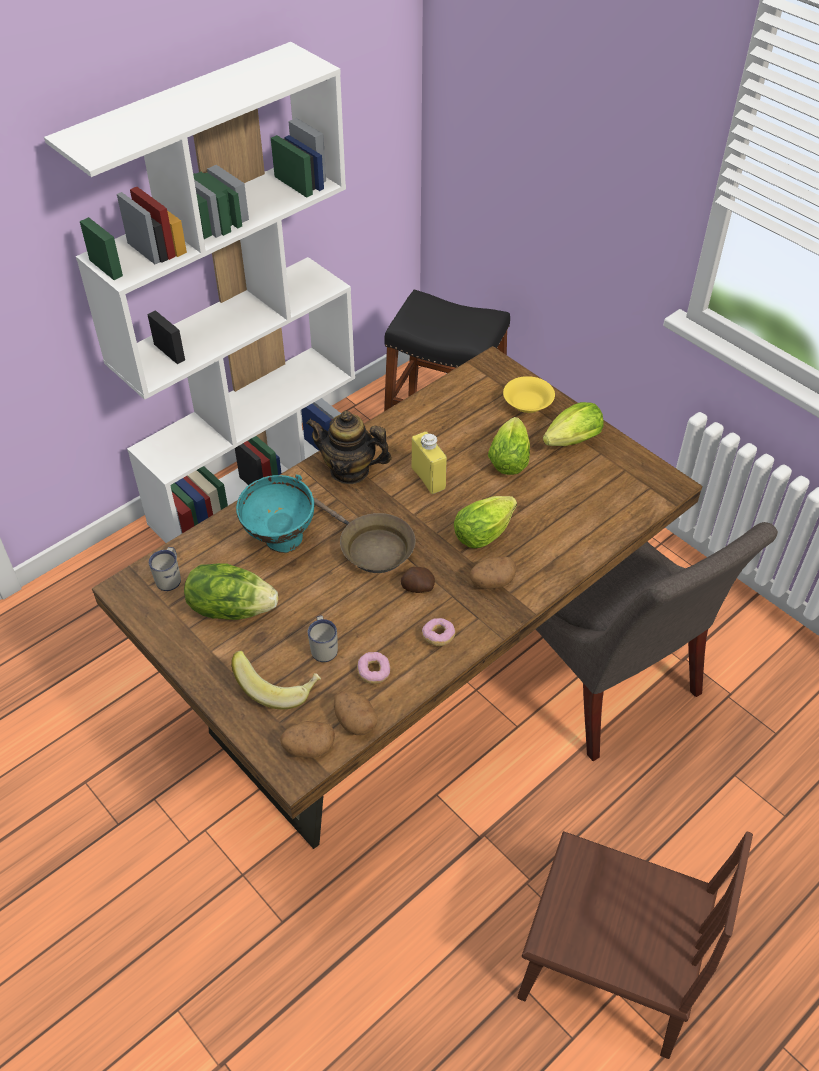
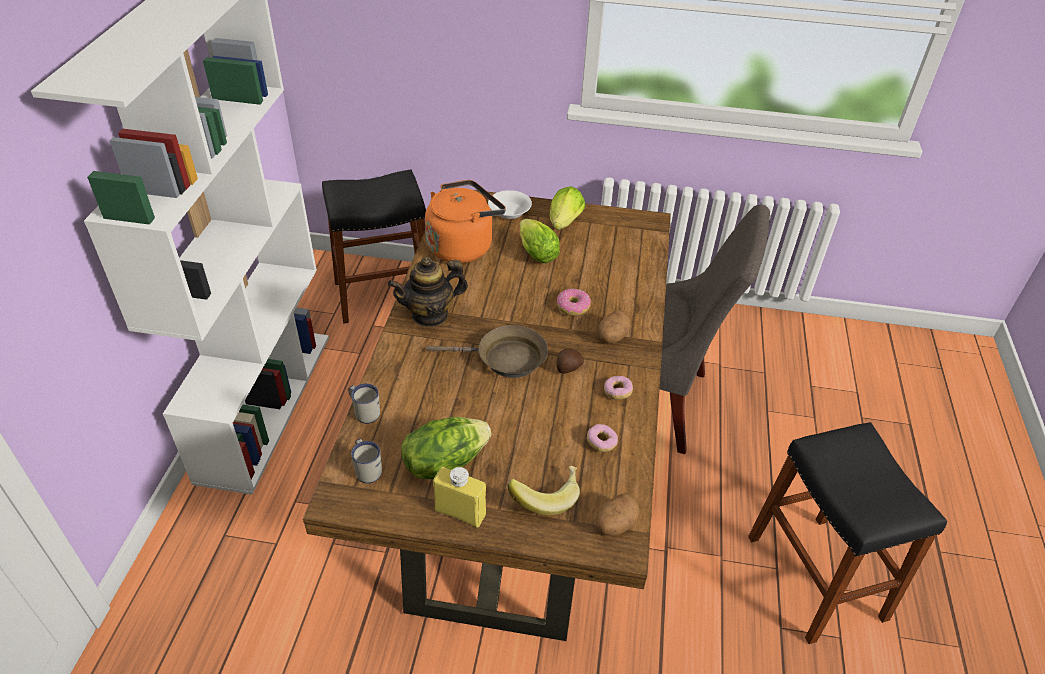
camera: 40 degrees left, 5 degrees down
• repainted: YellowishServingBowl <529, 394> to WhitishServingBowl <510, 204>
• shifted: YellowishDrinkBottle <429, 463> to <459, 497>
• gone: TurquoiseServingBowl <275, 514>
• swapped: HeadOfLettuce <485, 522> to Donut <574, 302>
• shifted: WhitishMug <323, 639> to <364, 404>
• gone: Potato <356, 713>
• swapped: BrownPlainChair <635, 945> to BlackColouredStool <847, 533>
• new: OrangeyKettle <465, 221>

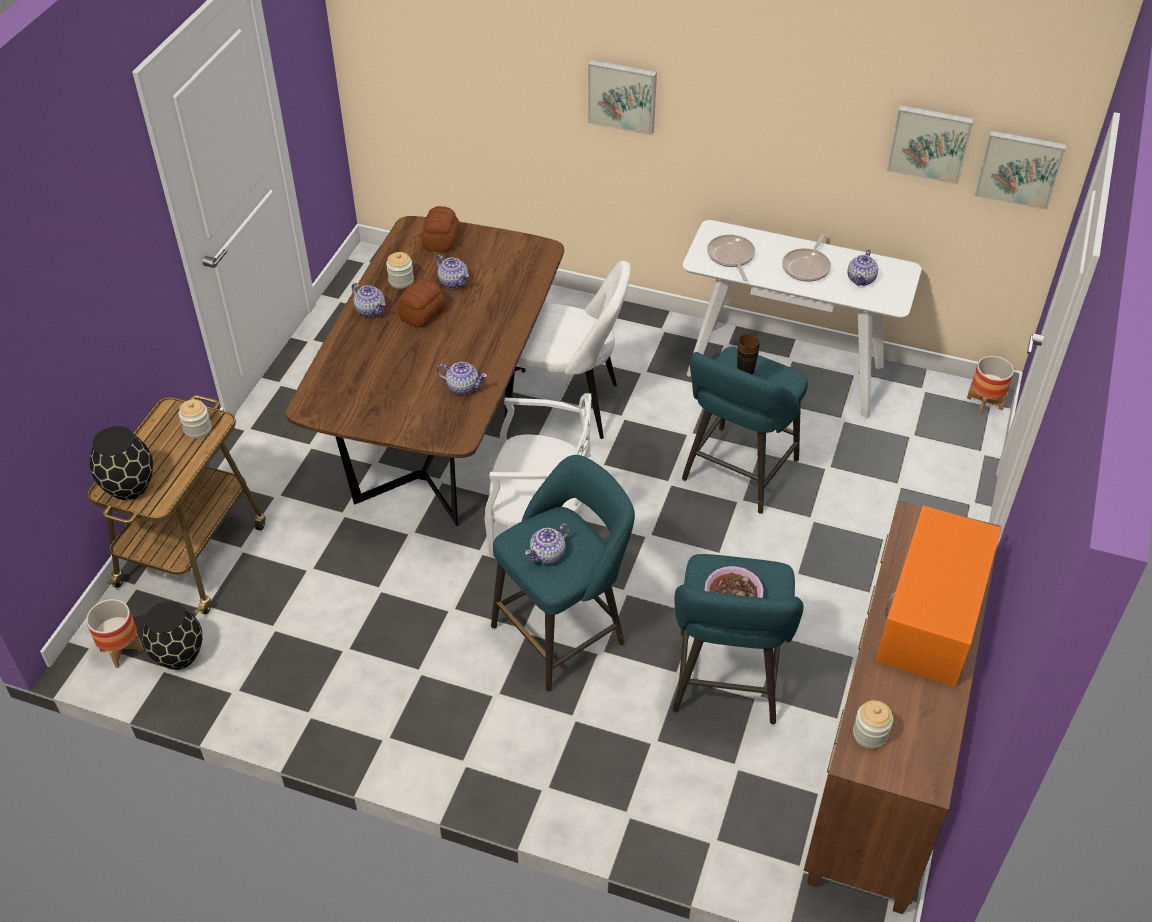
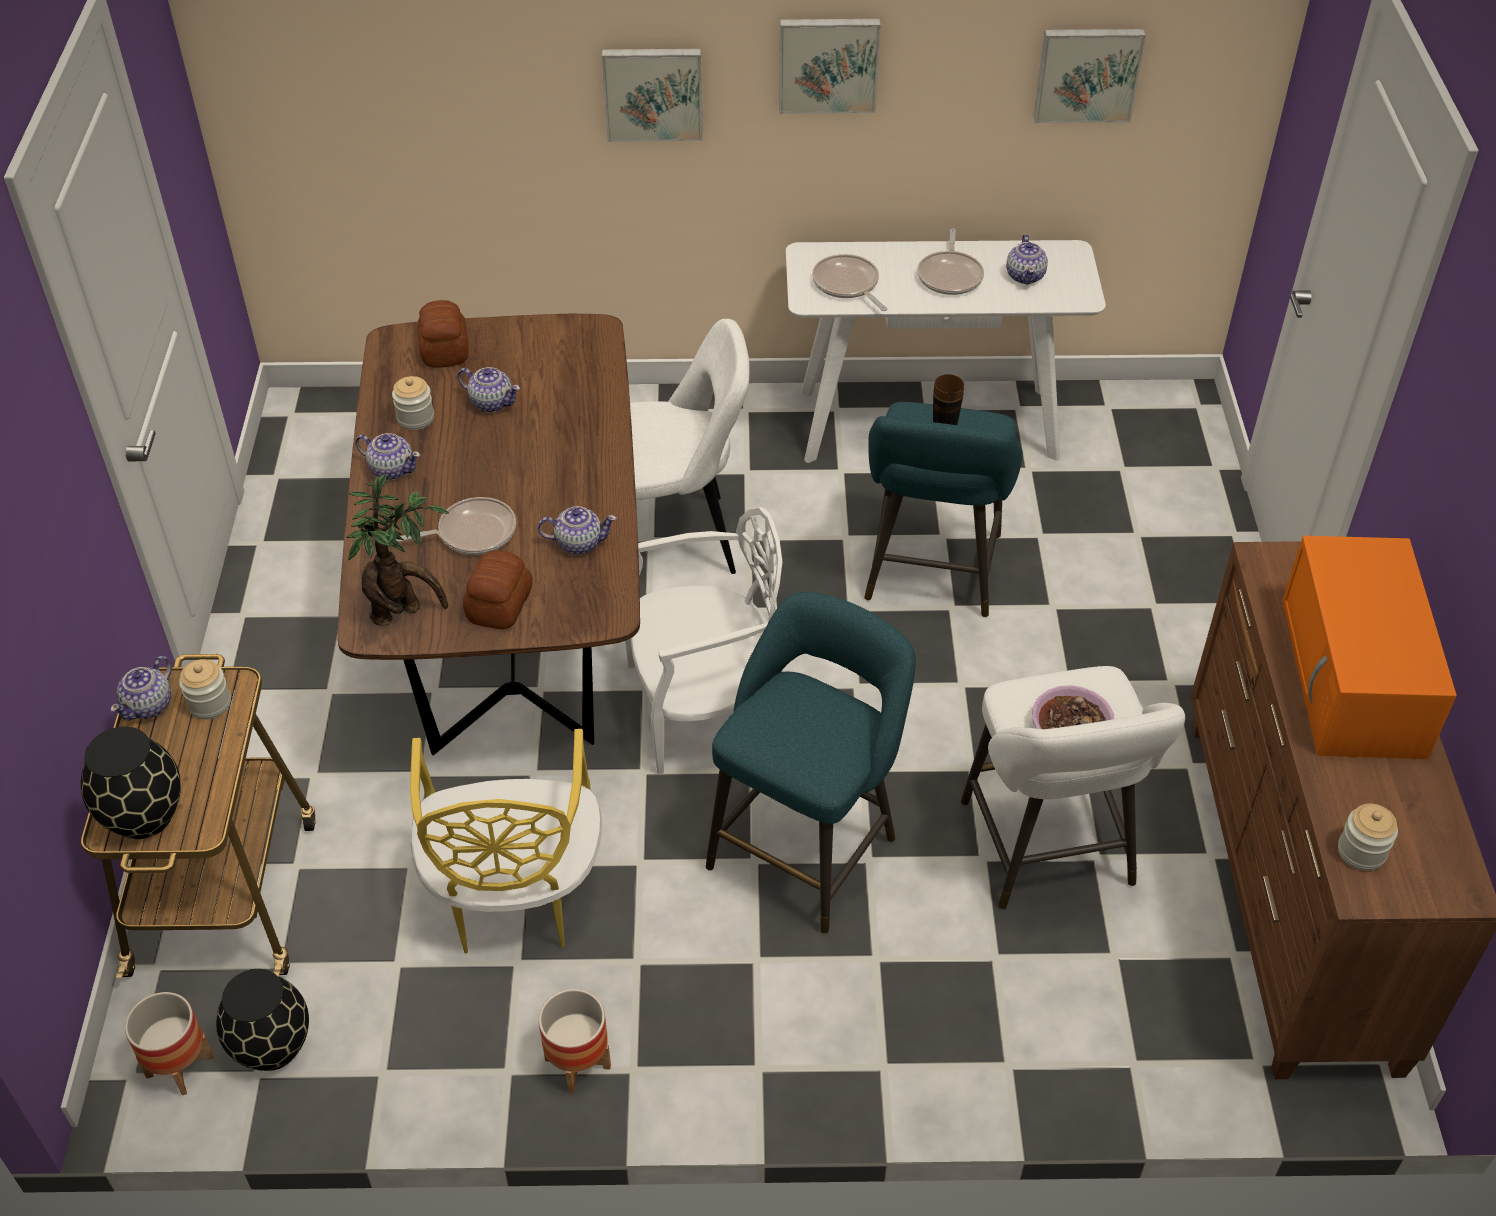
camera: 20 degrees left, 0 degrees up
• shifted: WallPicture <1020, 170> to <830, 66>
• shifted: BakedBread <422, 303> to <498, 589>
• shifted: FlowerPot <990, 385> to <575, 1041>
• shifted: TeaPot <547, 544> to <141, 688>
• repainted: TurquoiseStool <738, 639> to WhitishStool <1073, 787>
• new: PlantInAPot <397, 550>
• new: FryingPan <456, 526>
• new: YellowishPlainChair <506, 841>

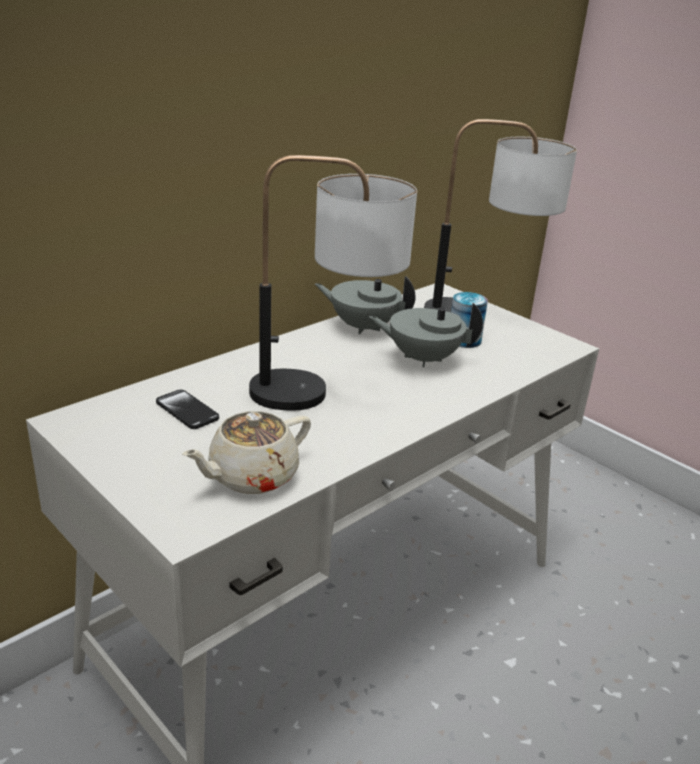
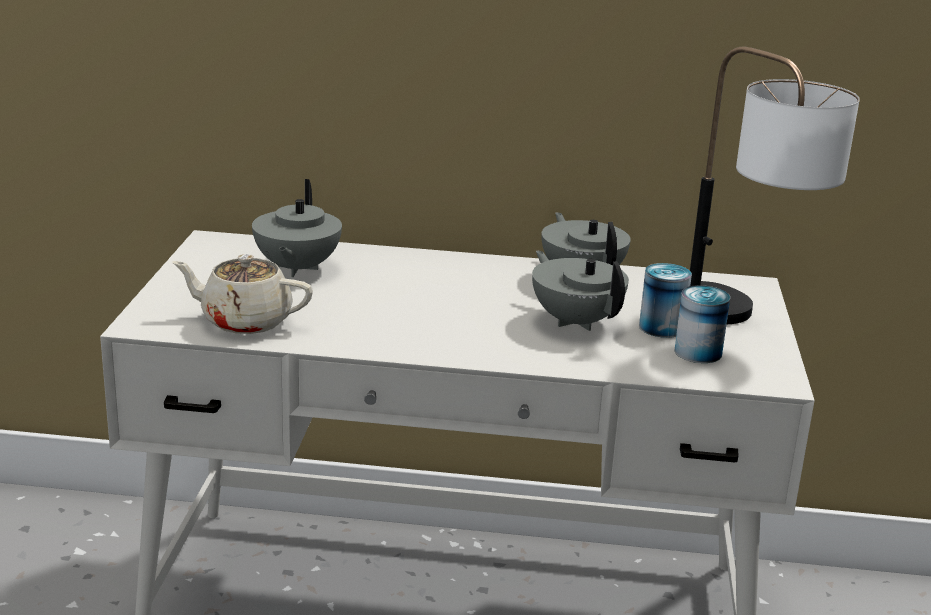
camera: 50 degrees right, 5 degrees down
• gone: TableLamp <333, 283>
• swapped: Phone <187, 409> to GrayTeaPot <297, 228>
• new: SealedCan <702, 324>

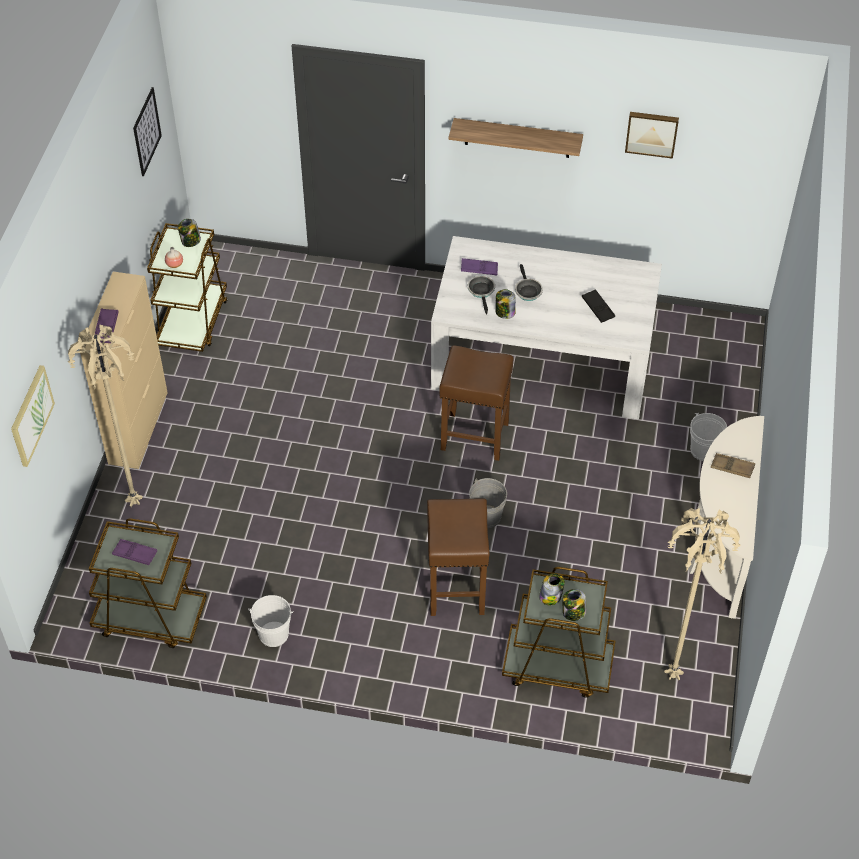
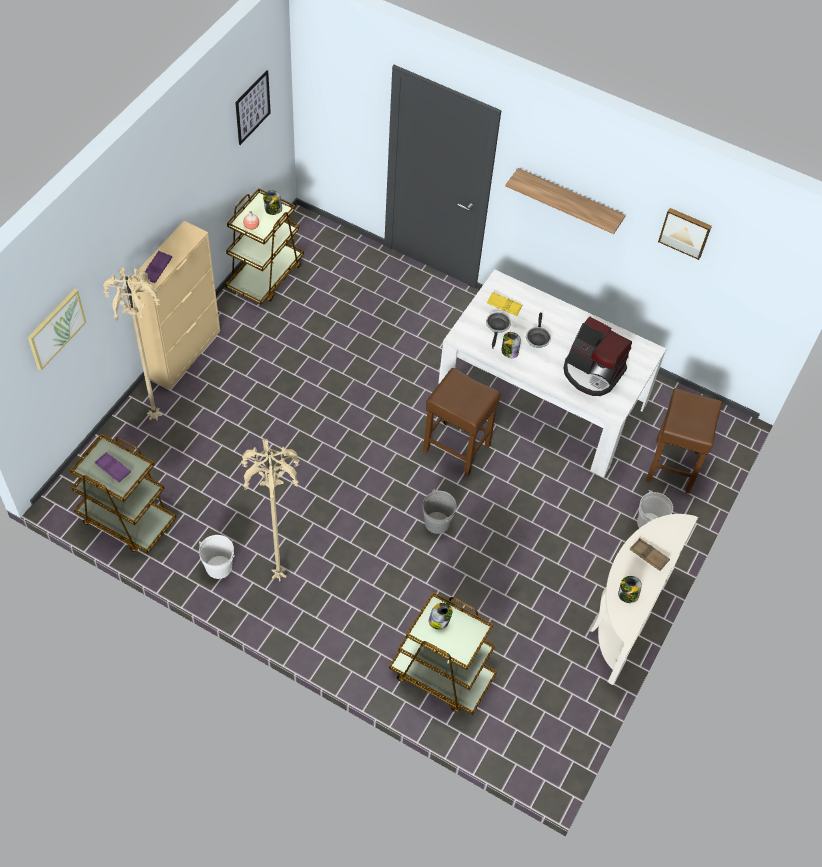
camera: 15 degrees right, 5 degrees up
• repainted: PurpleColouredServingTray <479, 266> to YellowishServingTray <504, 304>
• swapped: BlackColouredServingTray <598, 306> to CoffeeMachine <598, 356>
• shifted: BrownStool <458, 557> to <684, 441>
• shifted: BeigeColouredStandingLamp <702, 594> to <270, 510>
• shifted: Jar <574, 605> to <630, 589>

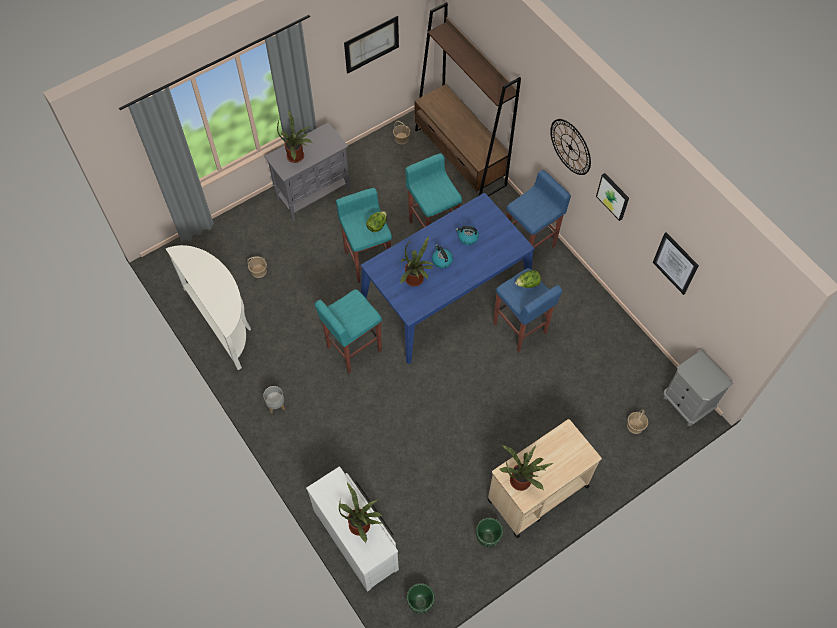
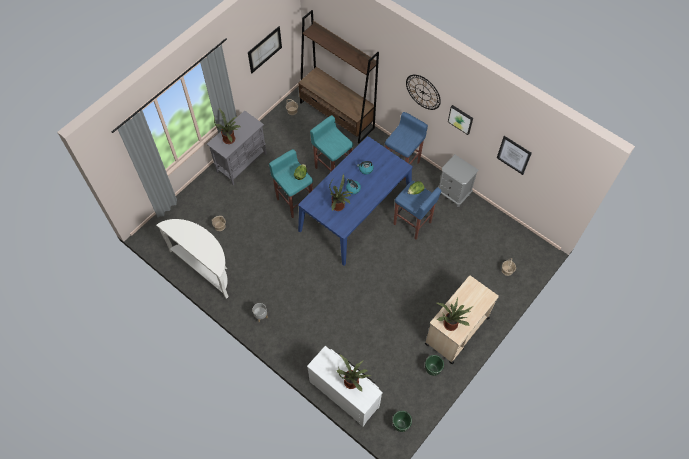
camera: 15 degrees left, 0 degrees up
• gone: TurquoiseStool <348, 331>
• shifted: GrayBedsideTable <698, 388> to <458, 180>

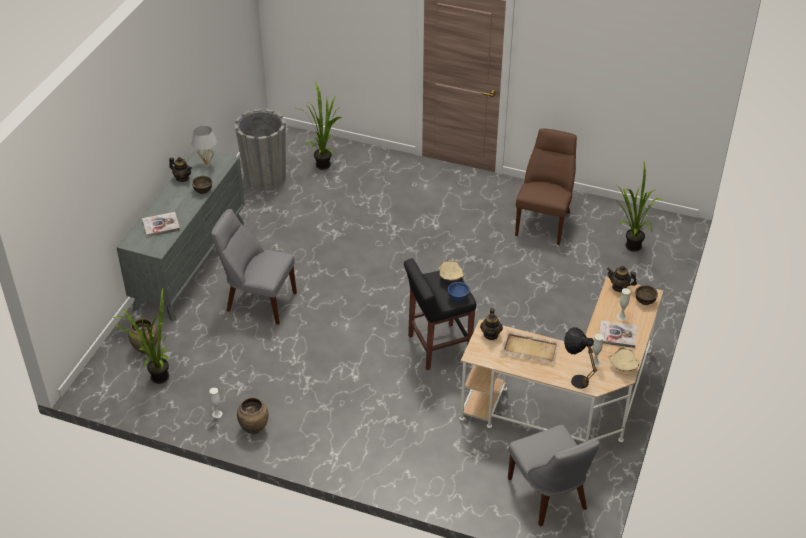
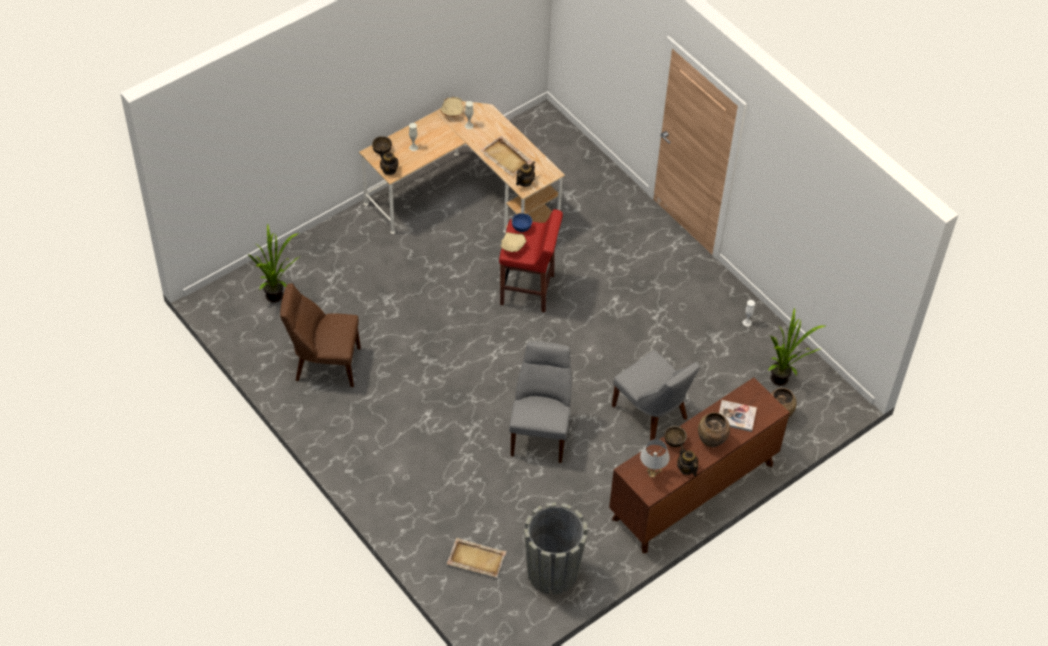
camera: 150 degrees left, 10 degrees up
• swapped: PlantInAPot <321, 126> to BeigeColouredServingTray <477, 558>
• rotated: BrownPlainChair <546, 186> = <320, 335> 45 degrees clockwise
• repainted: GrayDresser <180, 235> to BrownDresser <699, 465>
• repainted: BlackColouredStool <440, 314> to ReddishStool <531, 260>
• gone: BoundBook <618, 334>
• gone: BlackColouredTableLamp <580, 358>
• shifted: BrownDecorativeVase <252, 415> to <714, 430>
• shifted: GrayPlainChair <554, 476> to <540, 402>

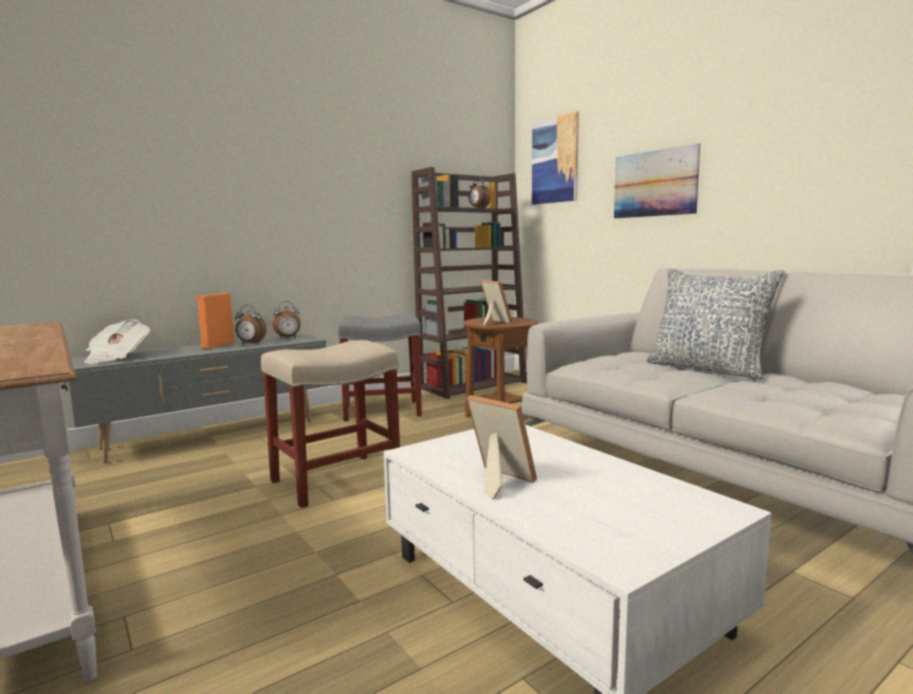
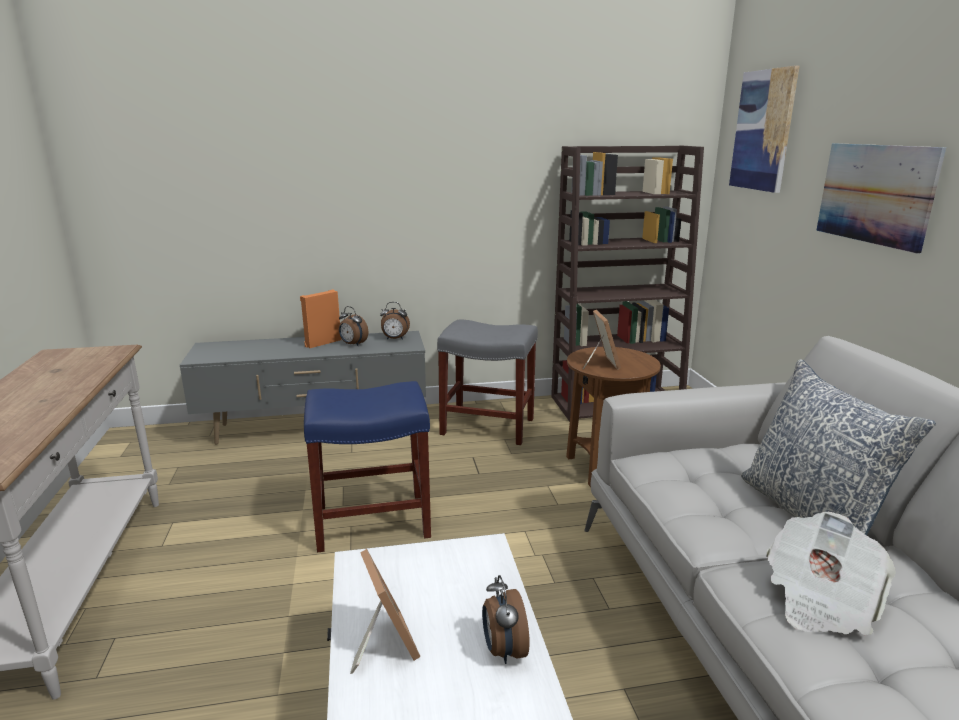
camera: 25 degrees right, 10 degrees up
• shifted: TableClock <480, 192> to <506, 619>
• shifted: DailyPaper <117, 341> to <831, 573>
• repainted: BeigeColouredStool <330, 424> to BlueColouredStool <367, 466>

